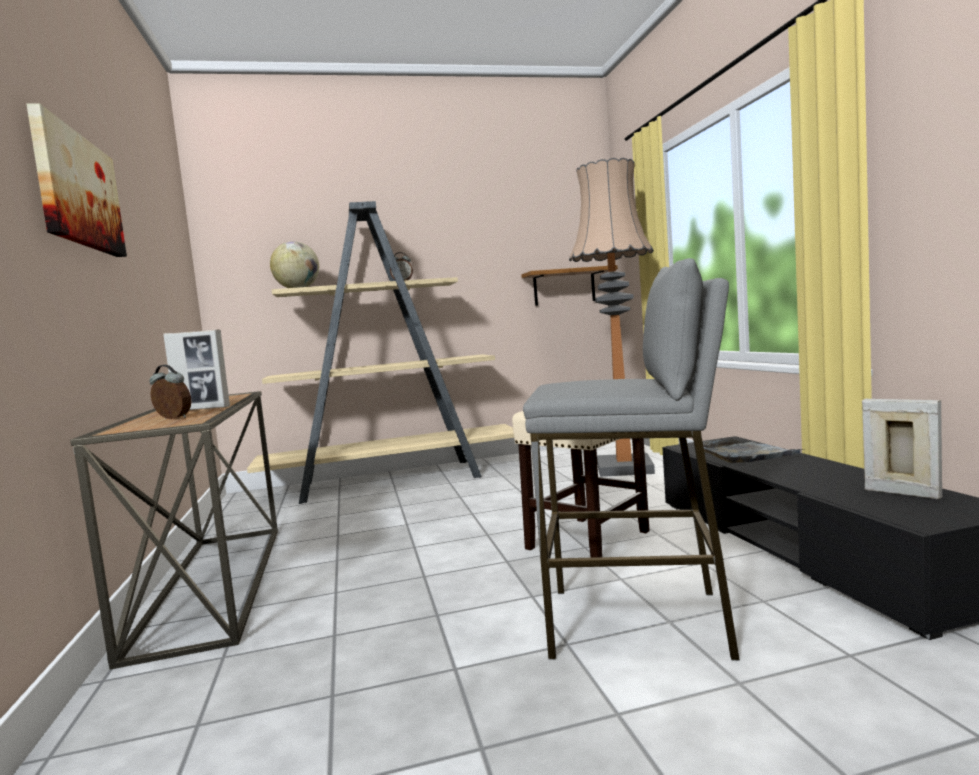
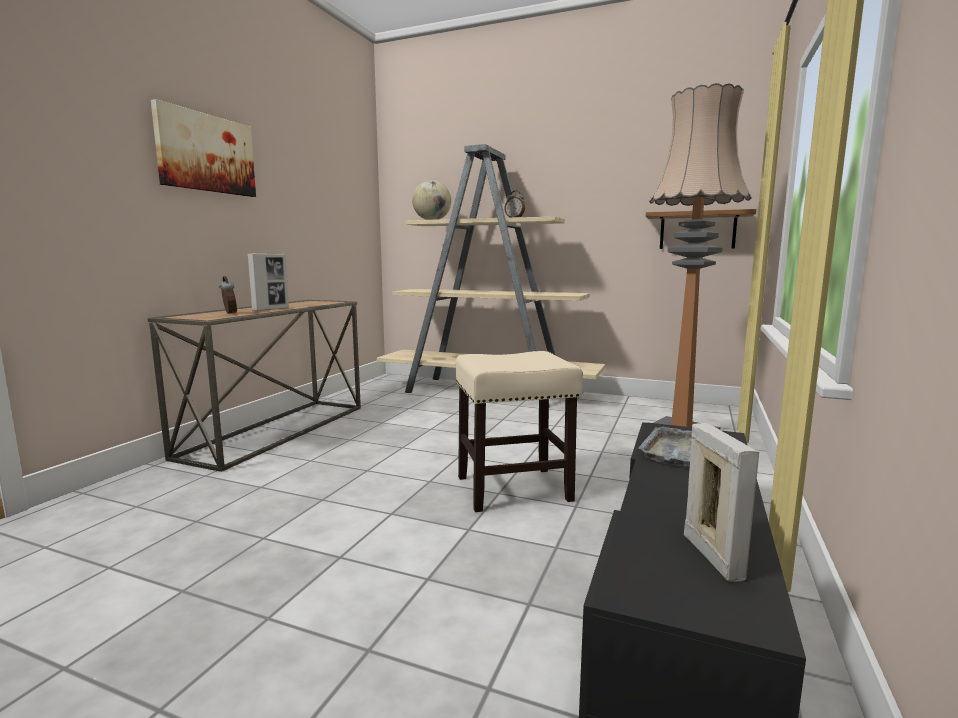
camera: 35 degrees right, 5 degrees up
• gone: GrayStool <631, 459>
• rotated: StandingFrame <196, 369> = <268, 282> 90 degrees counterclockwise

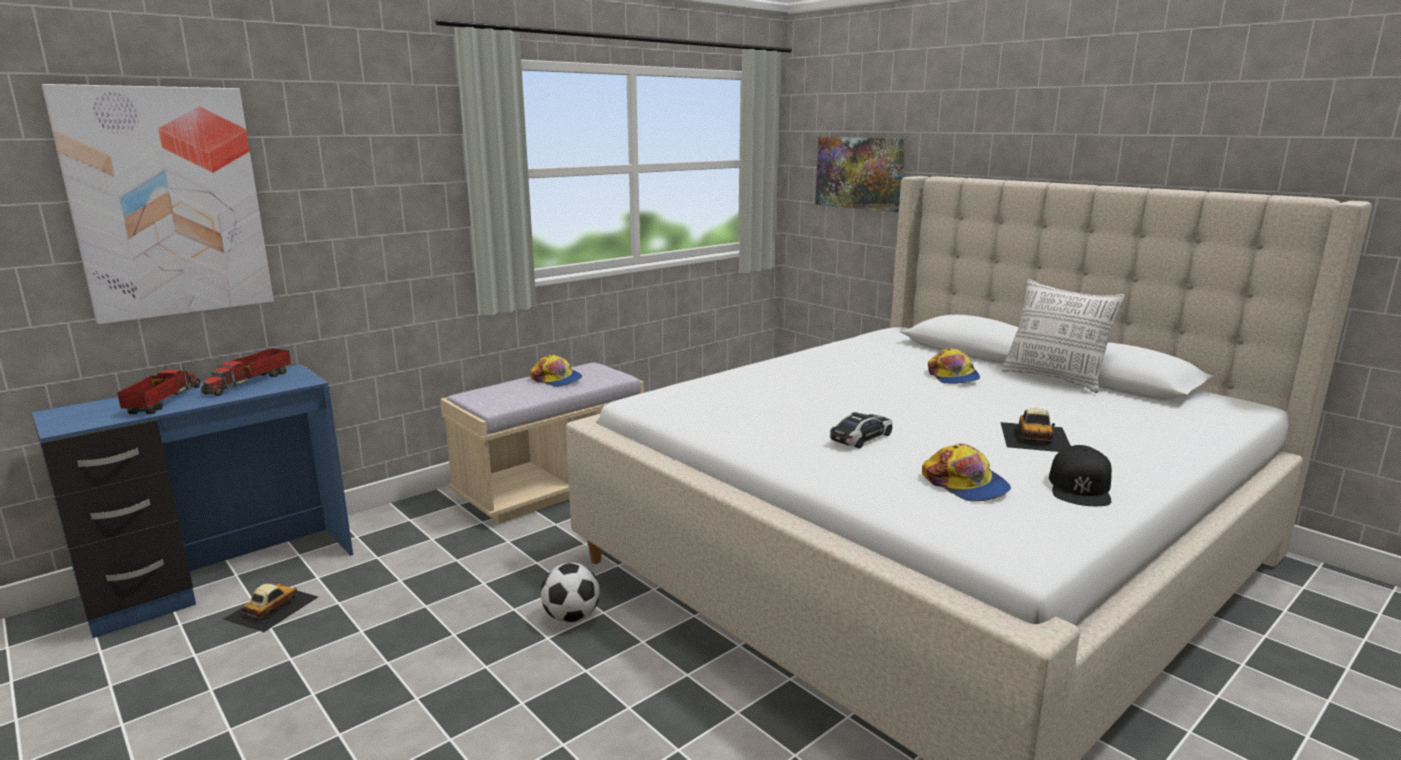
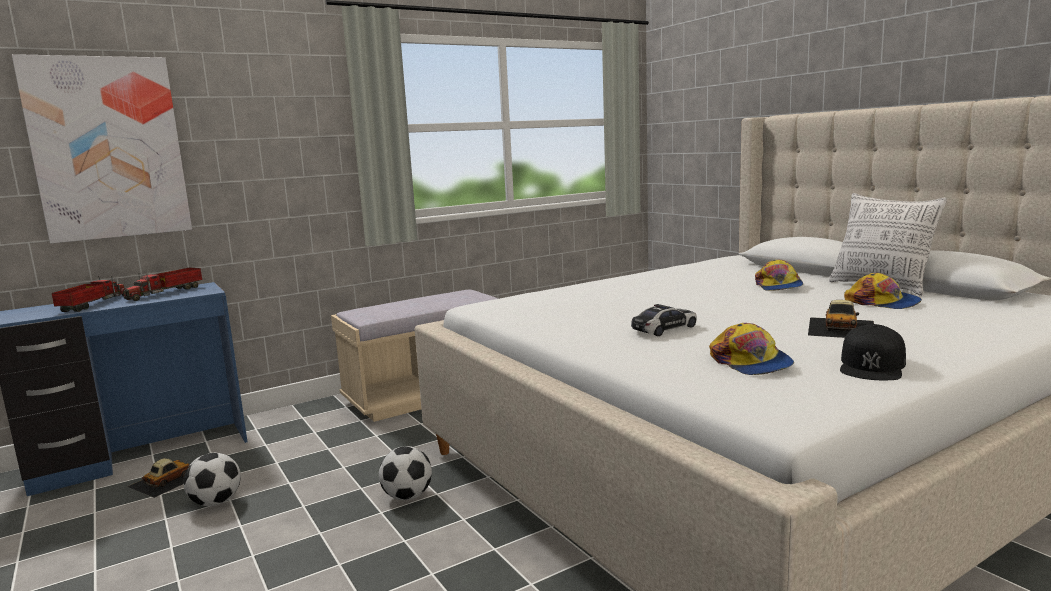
camera: 10 degrees right, 5 degrees down
• gone: WallPicture <860, 174>
• shifted: Cap <556, 371> to <883, 291>
• new: FootballBall <212, 479>

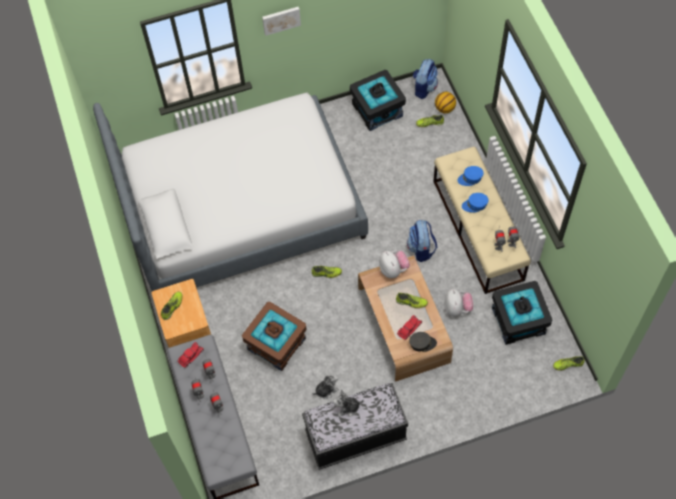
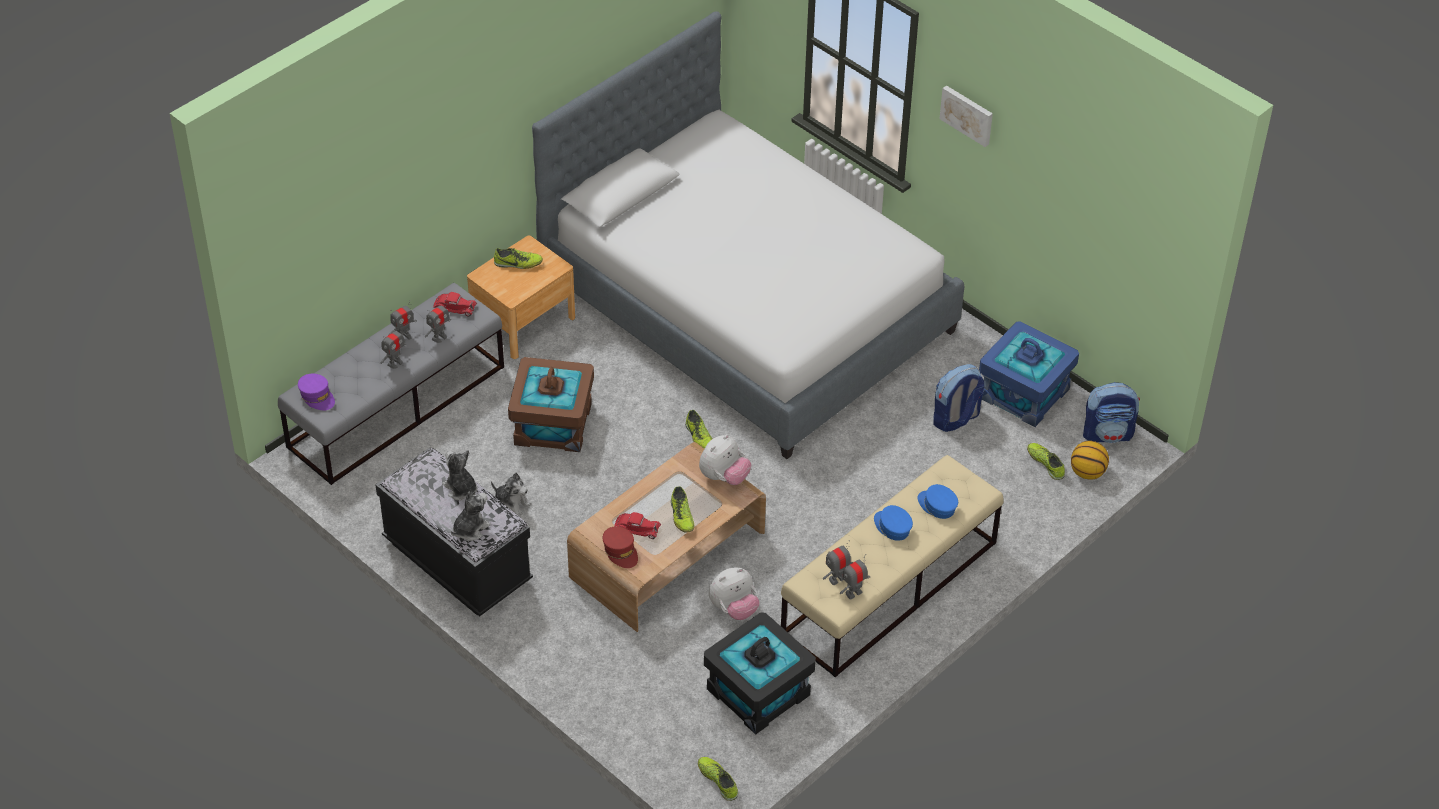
camera: 60 degrees right, 15 degrees down
• repainted: BlackColouredStorageContainer <378, 100> to BlueColouredStorageContainer <1029, 374>
• shifted: Backpack <422, 241> to <958, 398>
• repainted: GrayCap <423, 342> to ReddishCap <620, 547>
• new: PurpleColouredCap <316, 392>
• new: PlushToy <471, 516>

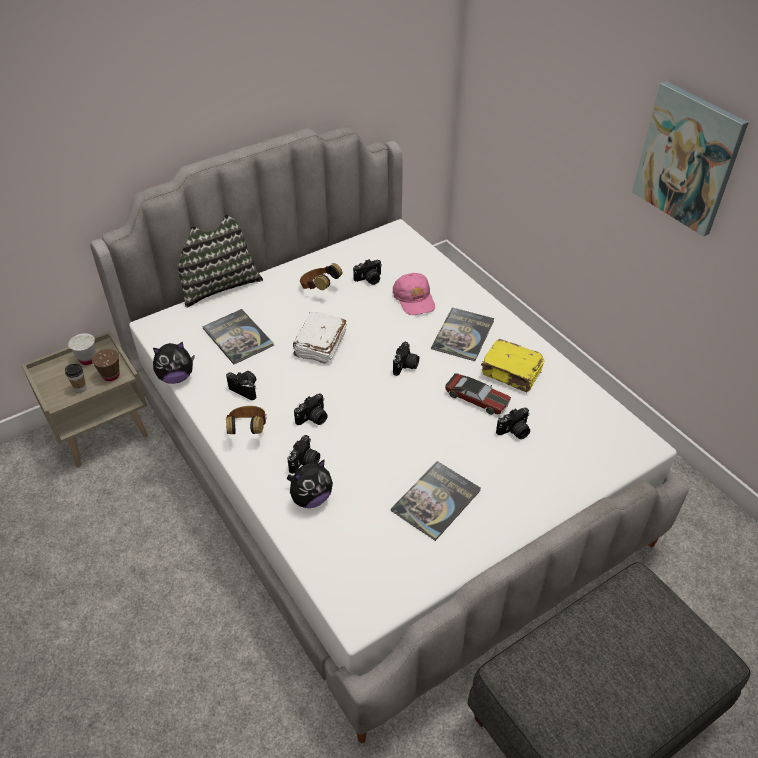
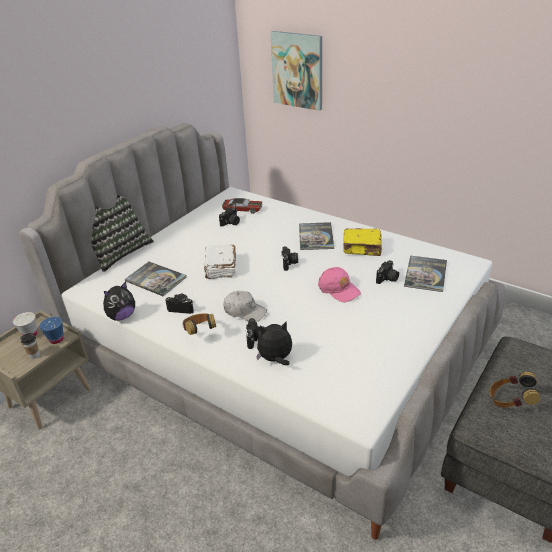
camera: 20 degrees left, 10 degrees down
• shifted: WallPicture <690, 159> to <296, 71>
• shifted: PairOfHeadphones <321, 276> to <515, 389>
• shifted: PinkishCap <413, 294> to <339, 284>
• repainted: BrownDrinkingCup <105, 365> to BlueColouredDrinkingCup <51, 330>
• shifted: MiniatureCar <478, 394> to <242, 206>
• swapped: StillCamera <311, 409> to WhitishCap <245, 306>
• rotated: PlushToy <310, 483> = <274, 343> 135 degrees counterclockwise
• shifted: BoundBook <436, 501> to <425, 274>

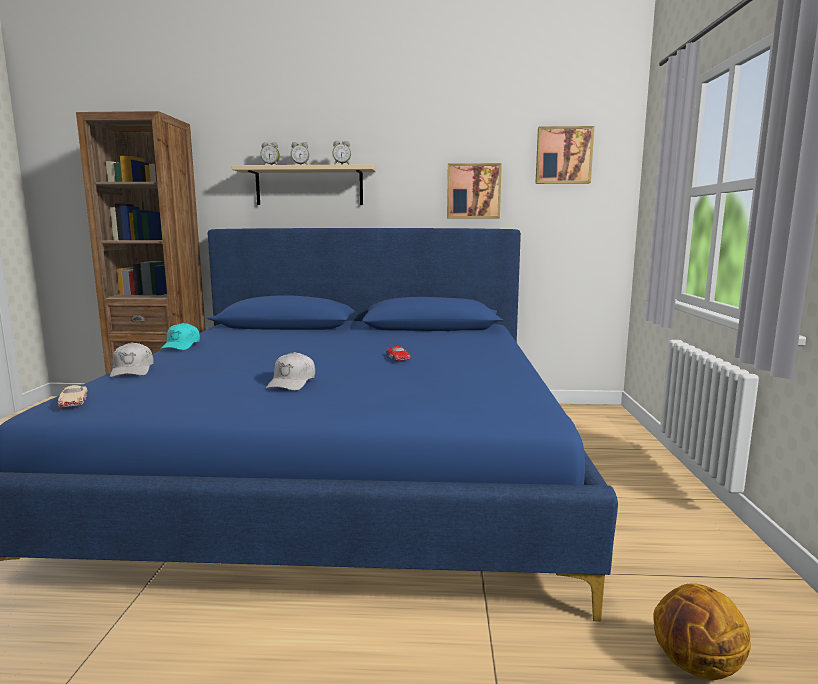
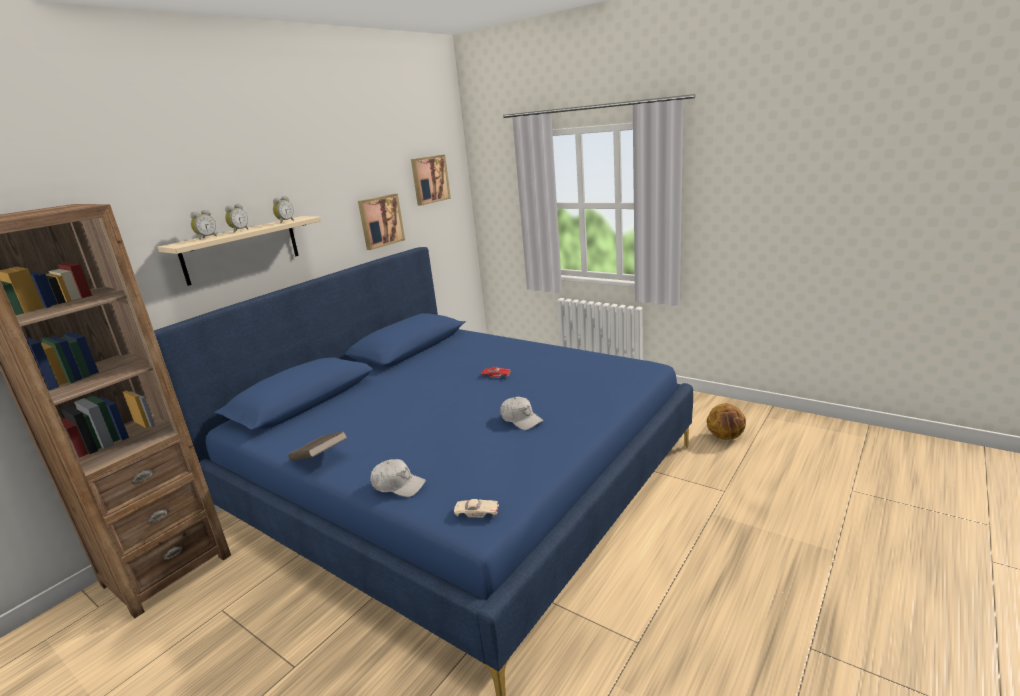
camera: 55 degrees left, 10 degrees up
• swapped: TurquoiseCap <180, 336> to BrownBoundBook <317, 446>

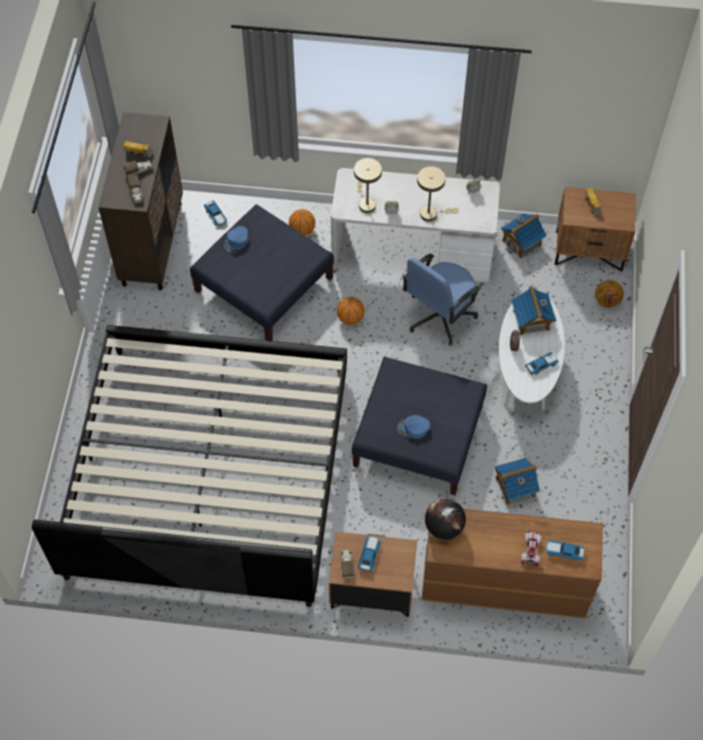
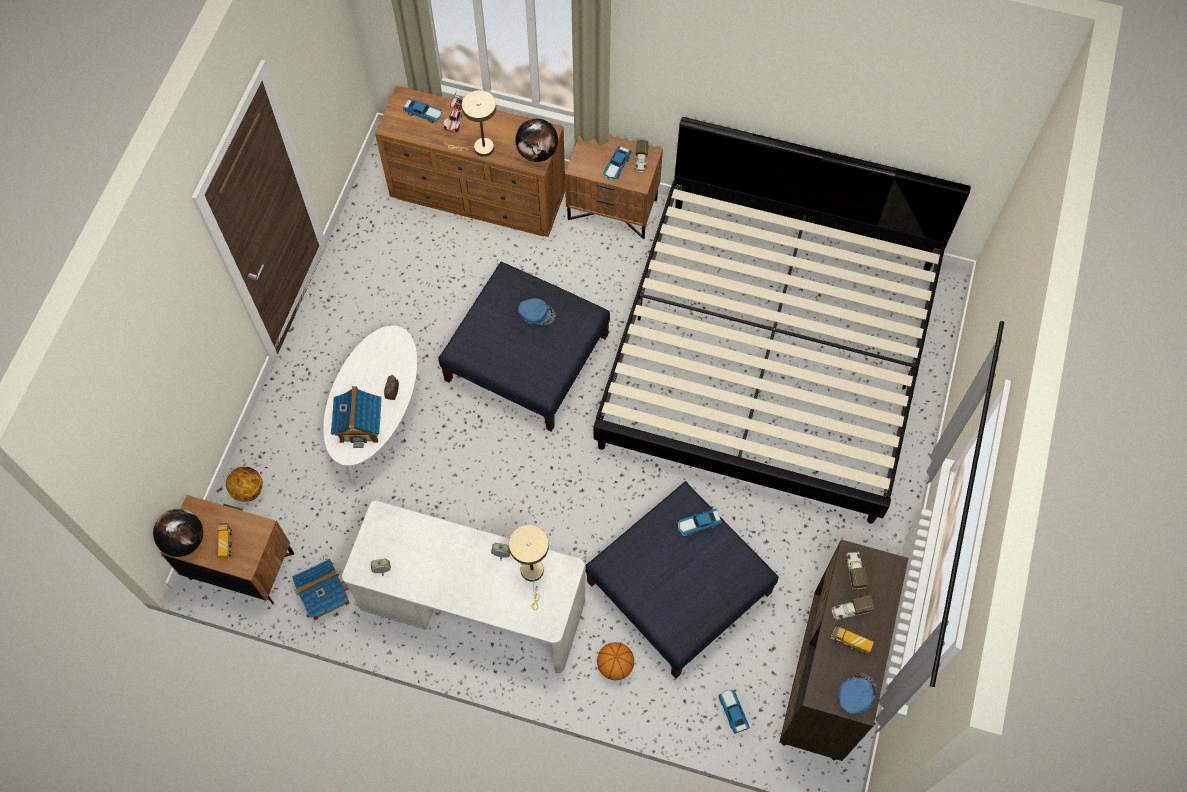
camera: 170 degrees left, 5 degrees up
• shifted: BeigeColouredTableLamp <437, 193> to <472, 123>
• shifted: BlueColouredCap <236, 239> to <857, 693>
• gone: BlueColouredComputerChair <441, 300>
• gone: Basketball <351, 311>
• shifted: MiniatureCar <542, 363> to <699, 522>
• gone: ModelHouse <517, 481>
• new: WorldGlobe <178, 533>

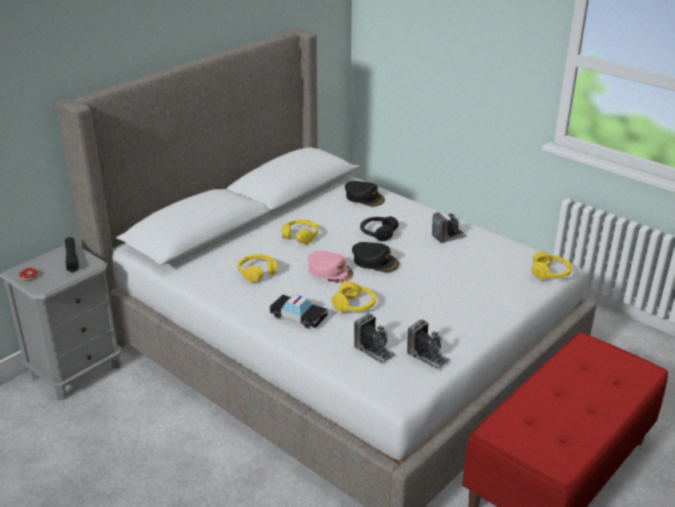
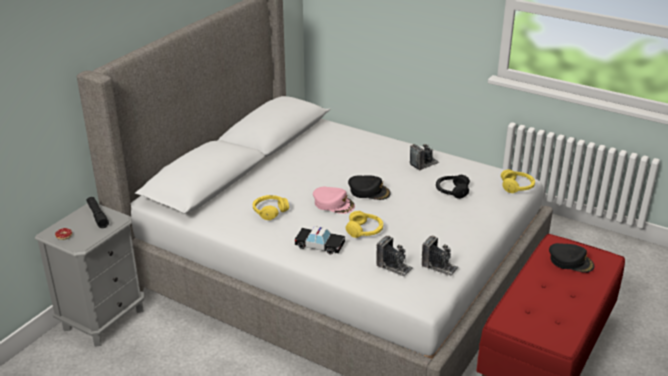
camera: 10 degrees left, 0 degrees up
• shifted: BlackColouredCap <365, 193> to <571, 258>
• shifted: BlackColouredPairOfHeadphones <379, 228> to <453, 187>
• gone: YellowishPairOfHeadphones <300, 232>

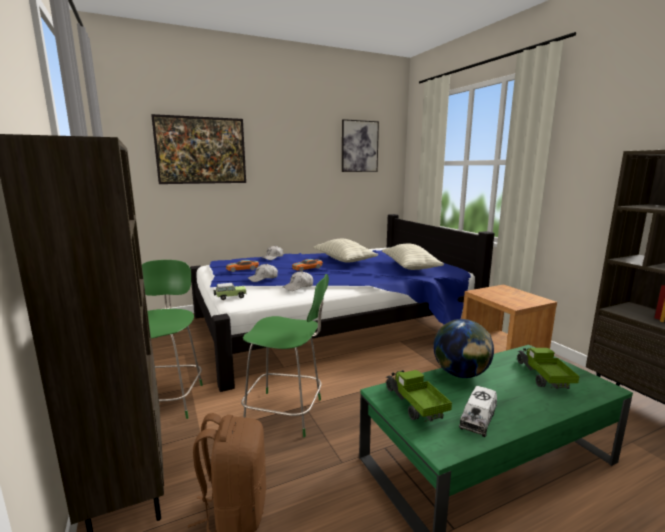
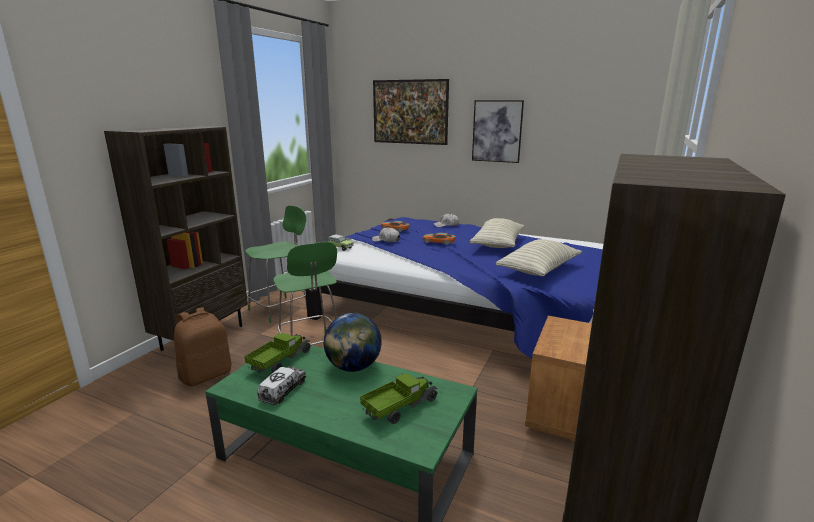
camera: 50 degrees right, 5 degrees up
• shifted: WallPicture <360, 145> to <498, 131>
• gone: WhitishCap <297, 281>
• rotated: ToyTruck <478, 411> = <281, 385> 120 degrees clockwise

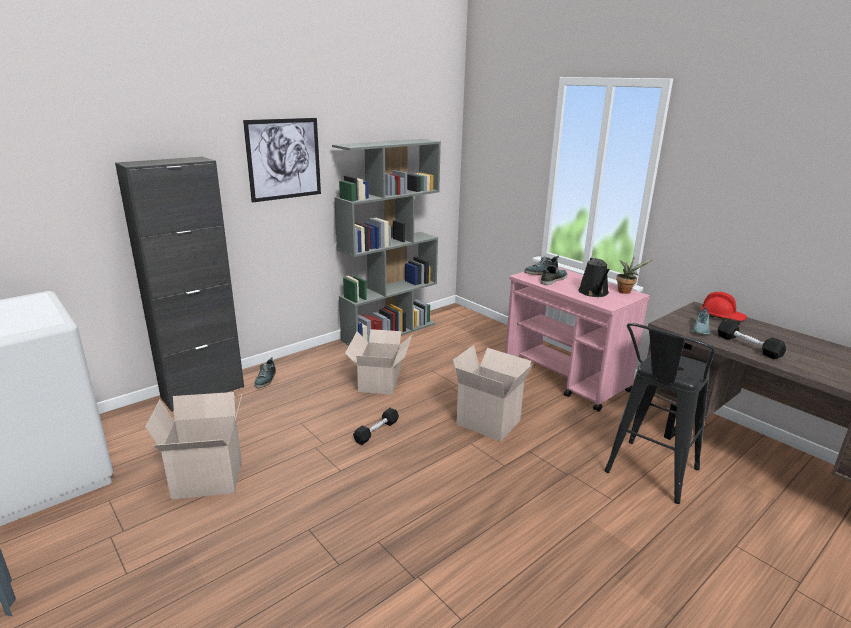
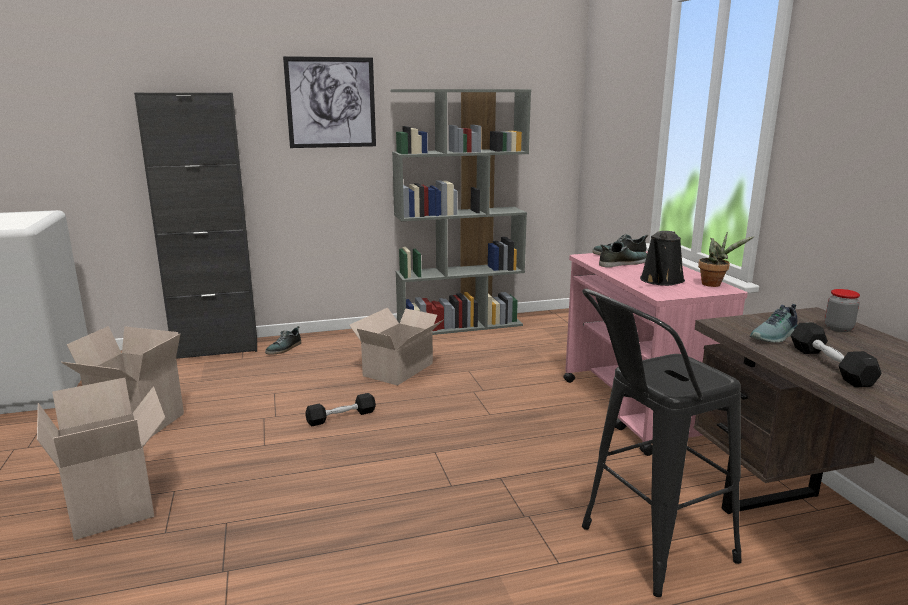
camera: 25 degrees right, 5 degrees down
• swapped: ReddishSafetyHelmet <724, 306> to Jar <842, 310>
• shifted: CardboardBox <493, 393> to <101, 459>

